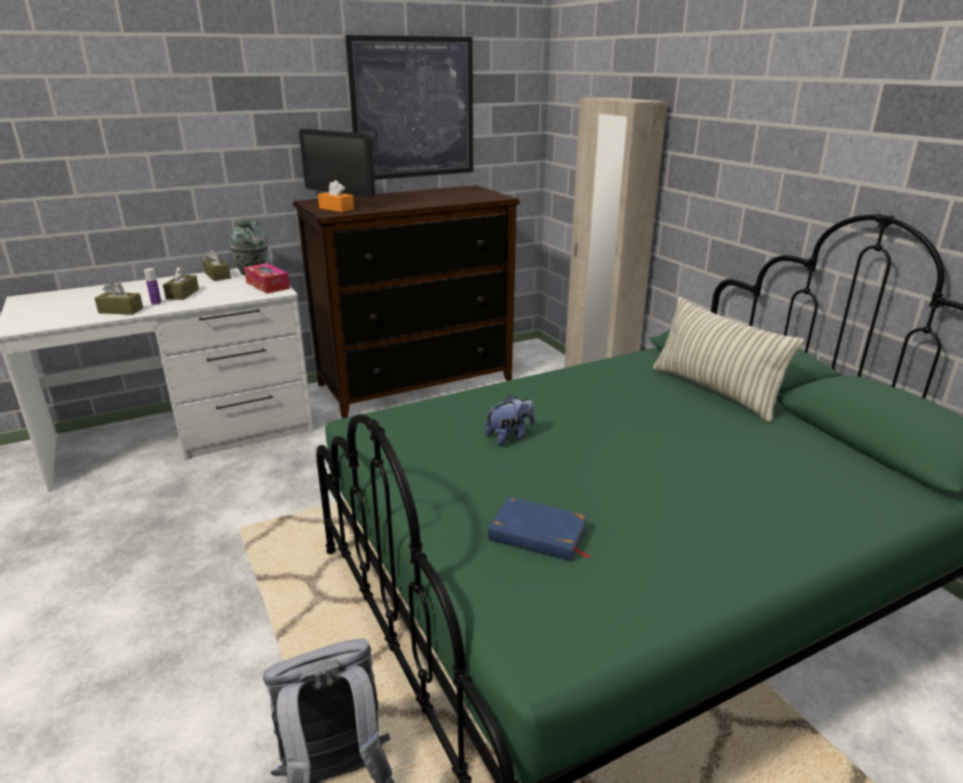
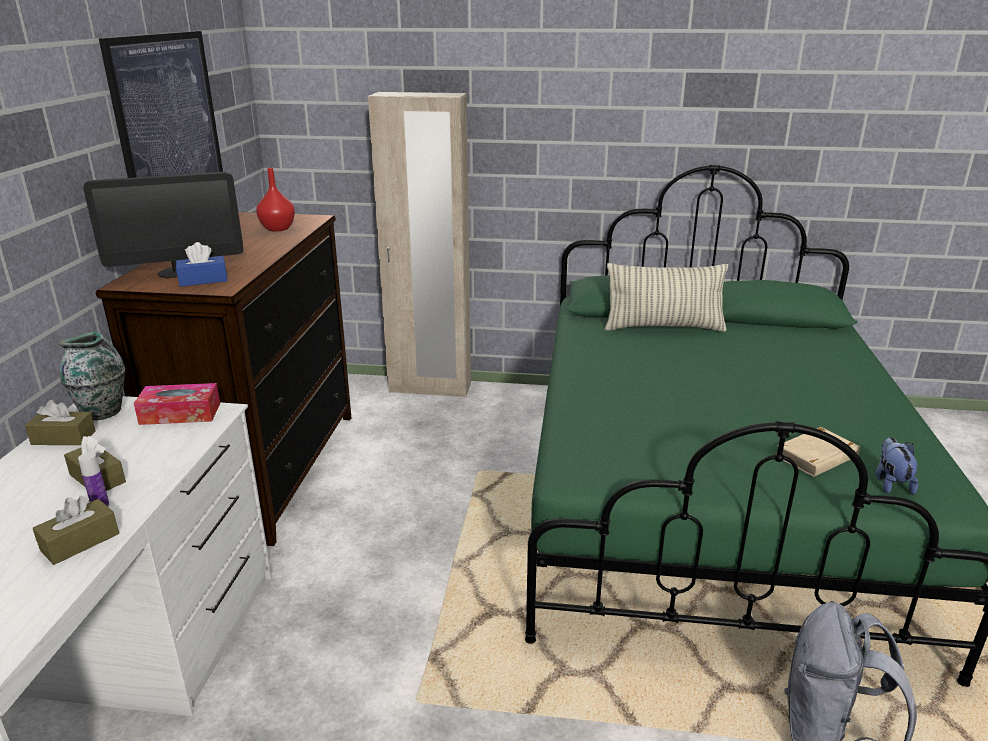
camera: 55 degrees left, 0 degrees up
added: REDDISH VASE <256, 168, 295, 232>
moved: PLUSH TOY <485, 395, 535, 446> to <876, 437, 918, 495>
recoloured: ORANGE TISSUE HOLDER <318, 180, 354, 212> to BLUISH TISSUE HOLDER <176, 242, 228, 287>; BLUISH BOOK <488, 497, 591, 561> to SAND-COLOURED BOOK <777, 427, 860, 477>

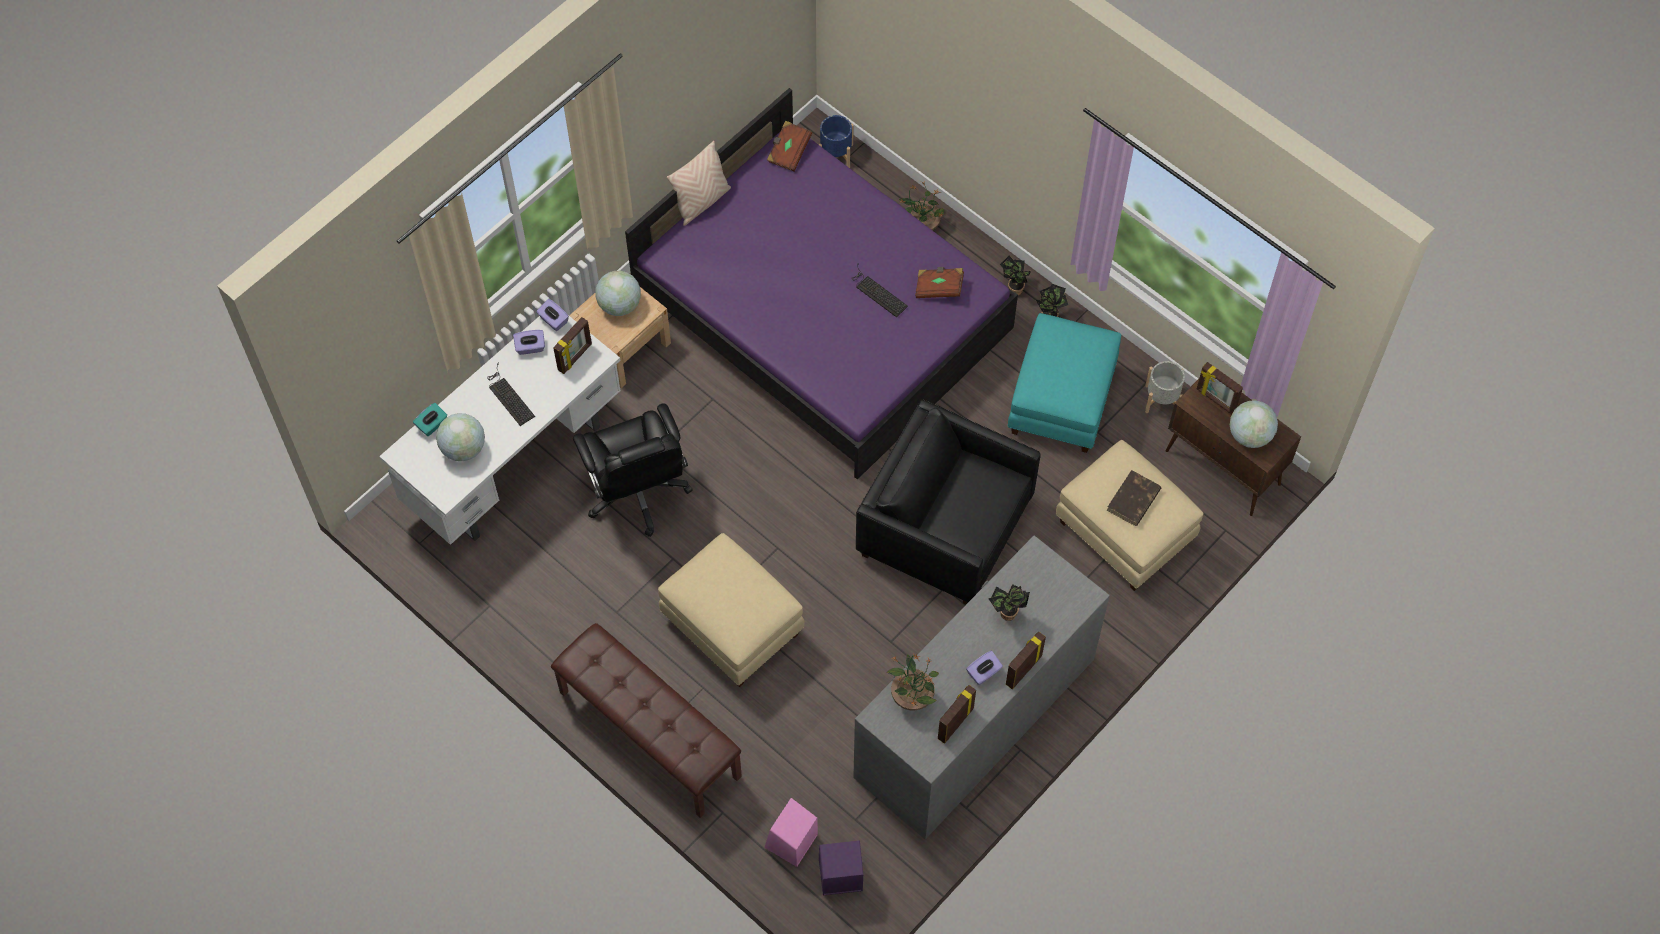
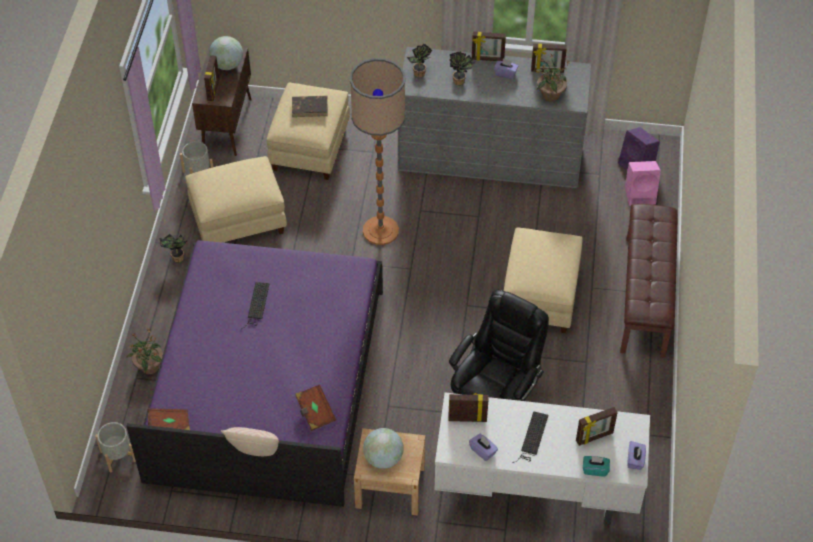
camera: 125 degrees left, 10 degrees down
moved: PURPLISH TISSUE HOLDER <537, 299, 569, 331> to <628, 441, 646, 470>; BROWN-COLOURED BOOK <915, 267, 964, 298> to <296, 385, 336, 431>; PLANT IN A POT <1000, 255, 1031, 295> to <407, 44, 433, 77>
replaced: DESK GLOBE <436, 413, 485, 461> to PHOTO FRAME <576, 407, 618, 446>; BLACK-COLOURED LOUNGE CHAIR <856, 400, 1041, 604> to FLOOR LAMP <350, 58, 406, 245>
recoloured: BLUISH PLANT POT <819, 115, 854, 168> to GREYISH PLANT POT <95, 422, 136, 473>; TURQUOISE OTTOMAN <1007, 313, 1121, 453> to SAND-COLOURED OTTOMAN <185, 156, 287, 243>

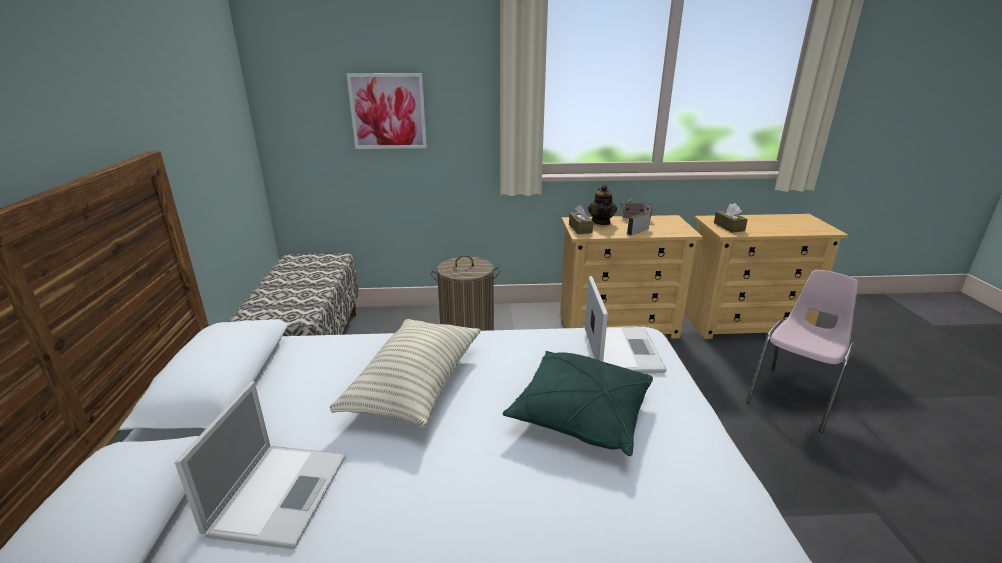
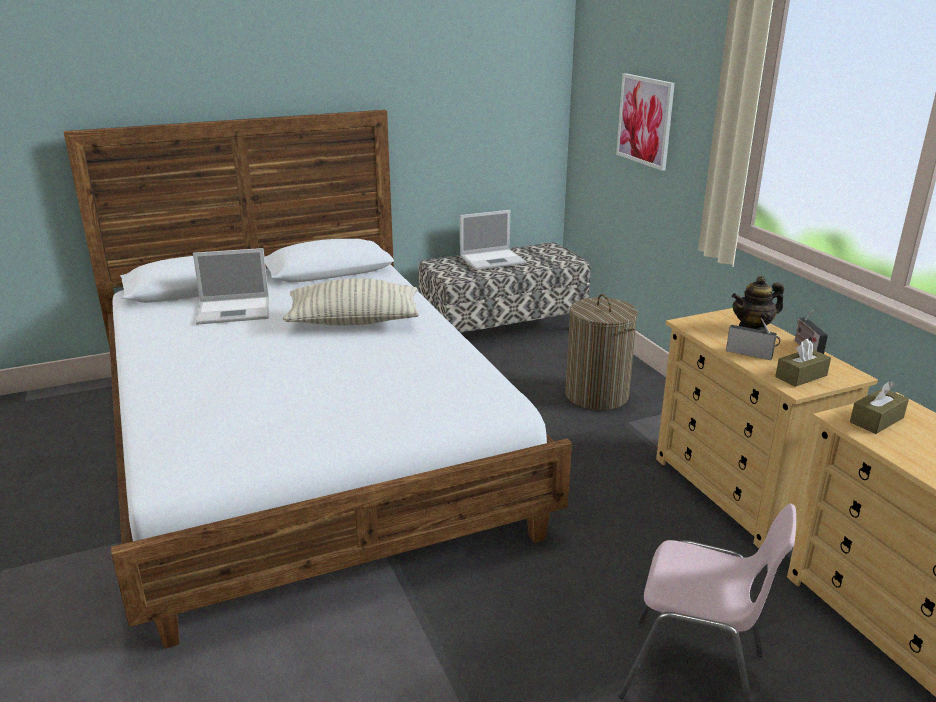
camera: 70 degrees right, 0 degrees up
removed: GREENISH PILLOW <503, 351, 653, 456>
moved: BROWN-COLOURED TISSUE HOLDER <569, 205, 593, 234> to <775, 339, 831, 387>; NOTEBOOK COMPUTER <585, 276, 667, 373> to <460, 210, 526, 270>

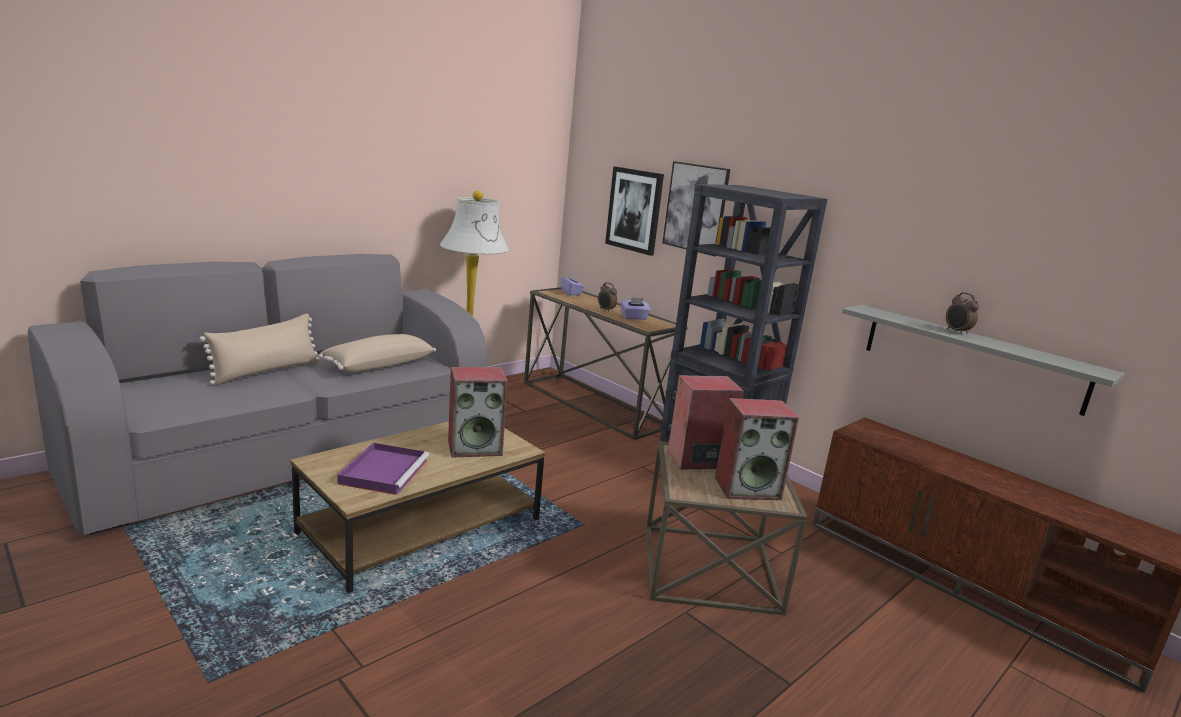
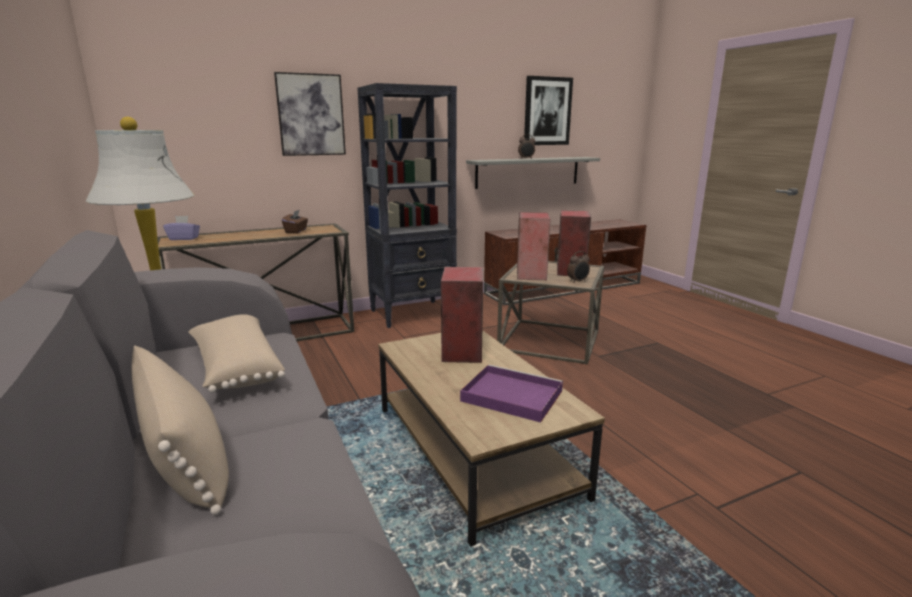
camera: 70 degrees left, 0 degrees up
moved: TABLE CLOCK <598, 282, 617, 312> to <567, 251, 590, 283>; PICTURE <605, 167, 664, 256> to <524, 76, 573, 145>
recoloured: PURPLISH TISSUE HOLDER <621, 297, 651, 320> to BROWN-COLOURED TISSUE HOLDER <282, 210, 308, 233>

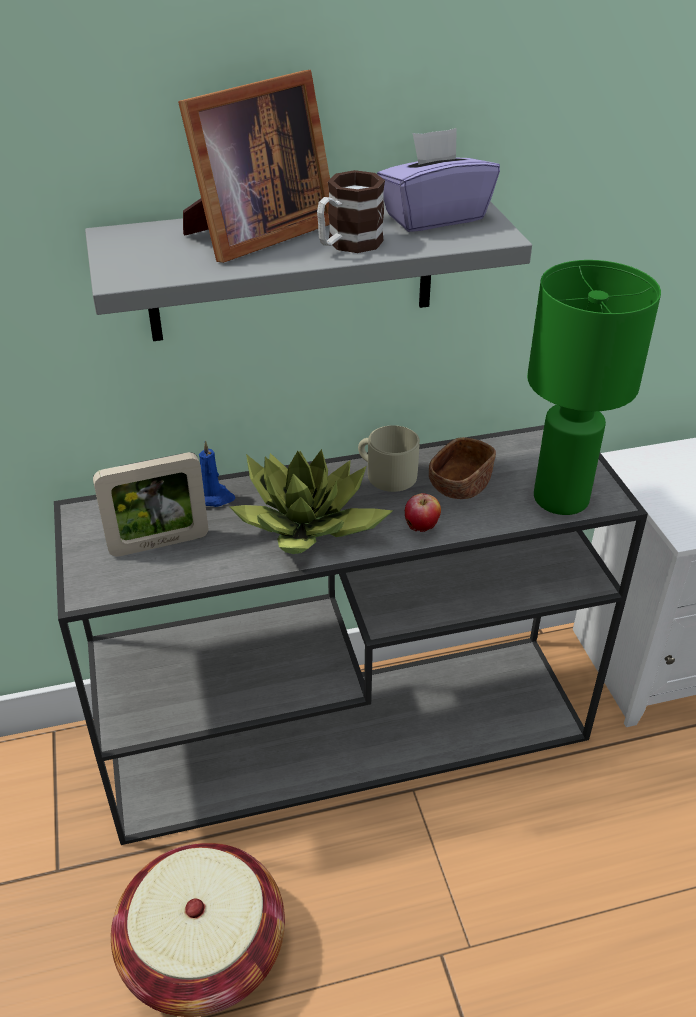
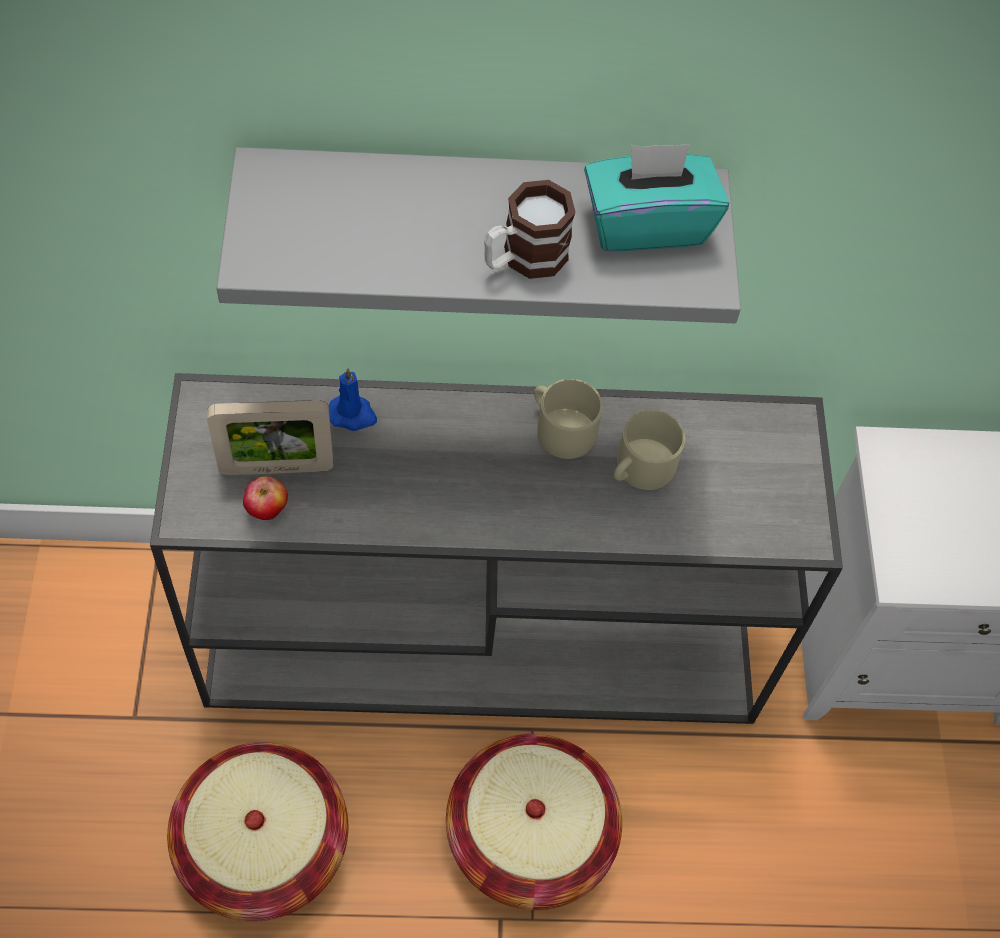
camera: 10 degrees right, 20 degrees up
removed: PHOTO FRAME <178, 70, 330, 263>; PLANT IN A POT <230, 449, 393, 554>; GREENISH TABLE LAMP <527, 260, 661, 515>
added: STORAGE BASKET <446, 734, 622, 910>
moved: APPLE <405, 493, 441, 532> to <243, 476, 288, 520>
replaced: BROWN-COLOURED DEEP DISH <429, 437, 496, 499> to SAND-COLOURED MUG <614, 410, 685, 490>
recoloured: PURPLISH TISSUE HOLDER <377, 128, 500, 232> to TURQUOISE TISSUE HOLDER <584, 144, 729, 252>

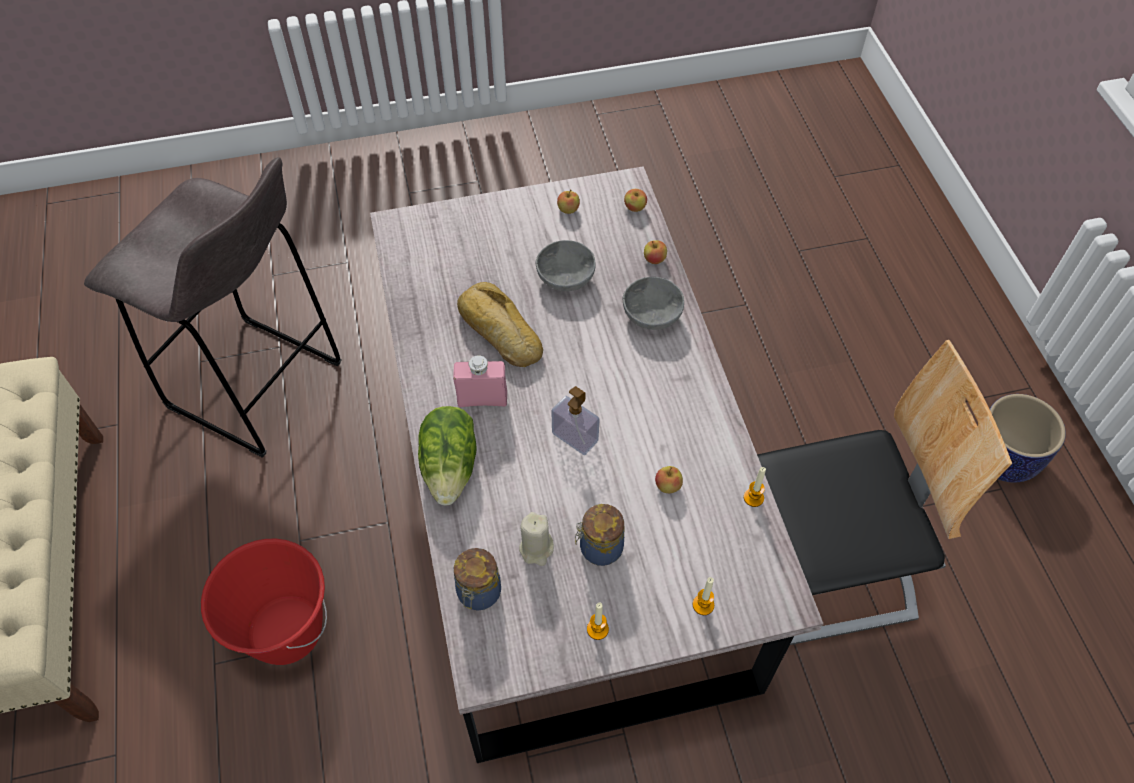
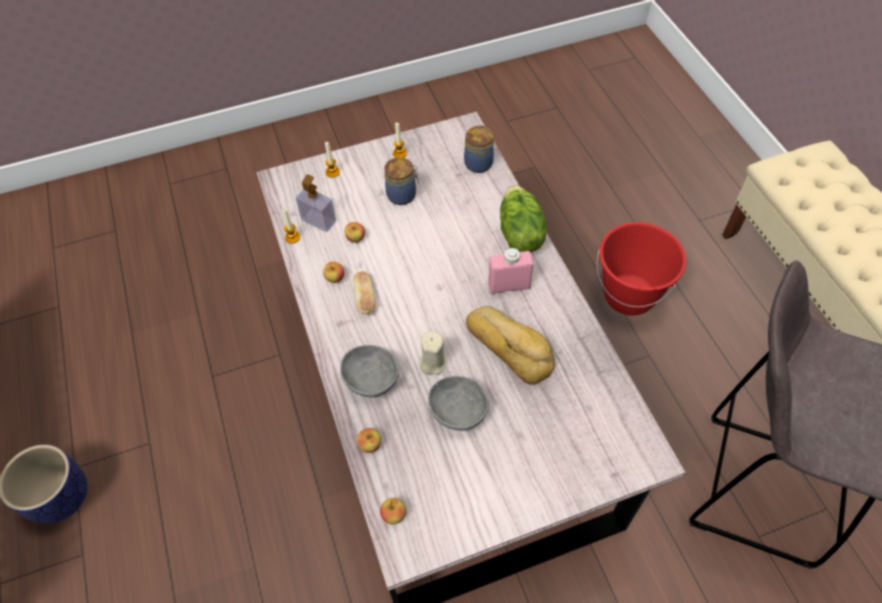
camera: 175 degrees right, 0 degrees up
removed: PLAIN CHAIR <757, 340, 1012, 645>
added: BAKERY BREAD <353, 271, 376, 315>
moved: SAND-COLOURED WAX CANDLE <519, 512, 554, 566> to <419, 331, 447, 375>; SOAP BOTTLE <551, 386, 600, 455> to <296, 174, 336, 232>; APPLE <557, 189, 580, 214> to <323, 262, 344, 283>

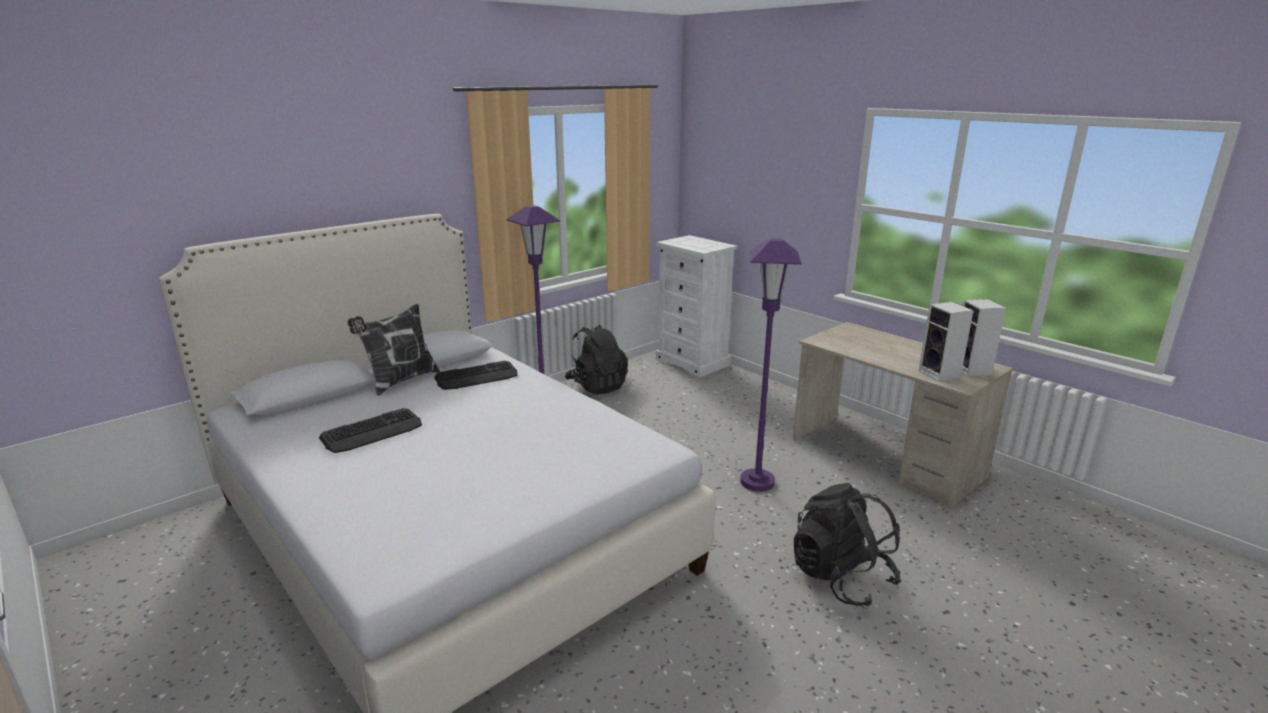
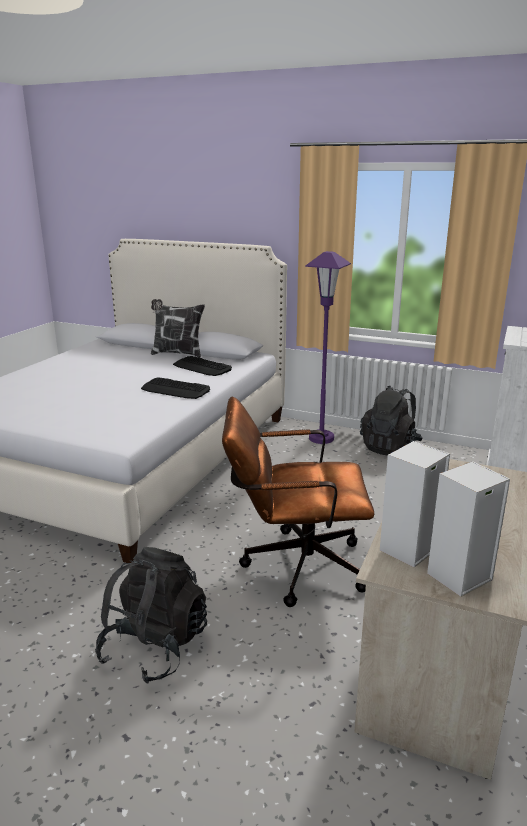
camera: 65 degrees right, 0 degrees up
moved: COMPUTER KEYBOARD <319, 408, 422, 453> to <141, 377, 210, 399>
replaced: PURPLISH FLOOR LAMP <740, 238, 801, 492> to BROWN-COLOURED OFFICE CHAIR <222, 397, 374, 607>

